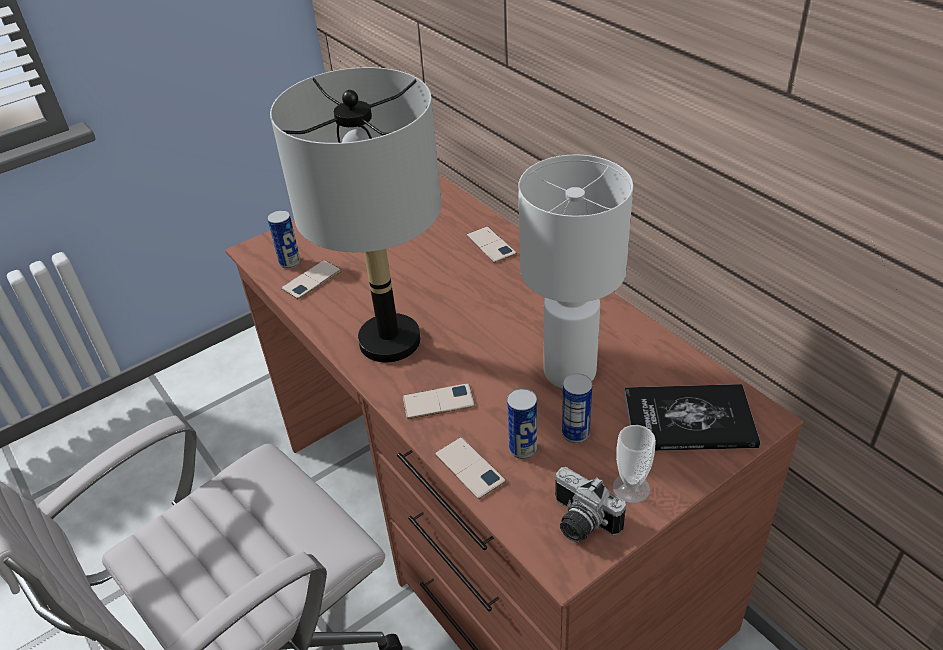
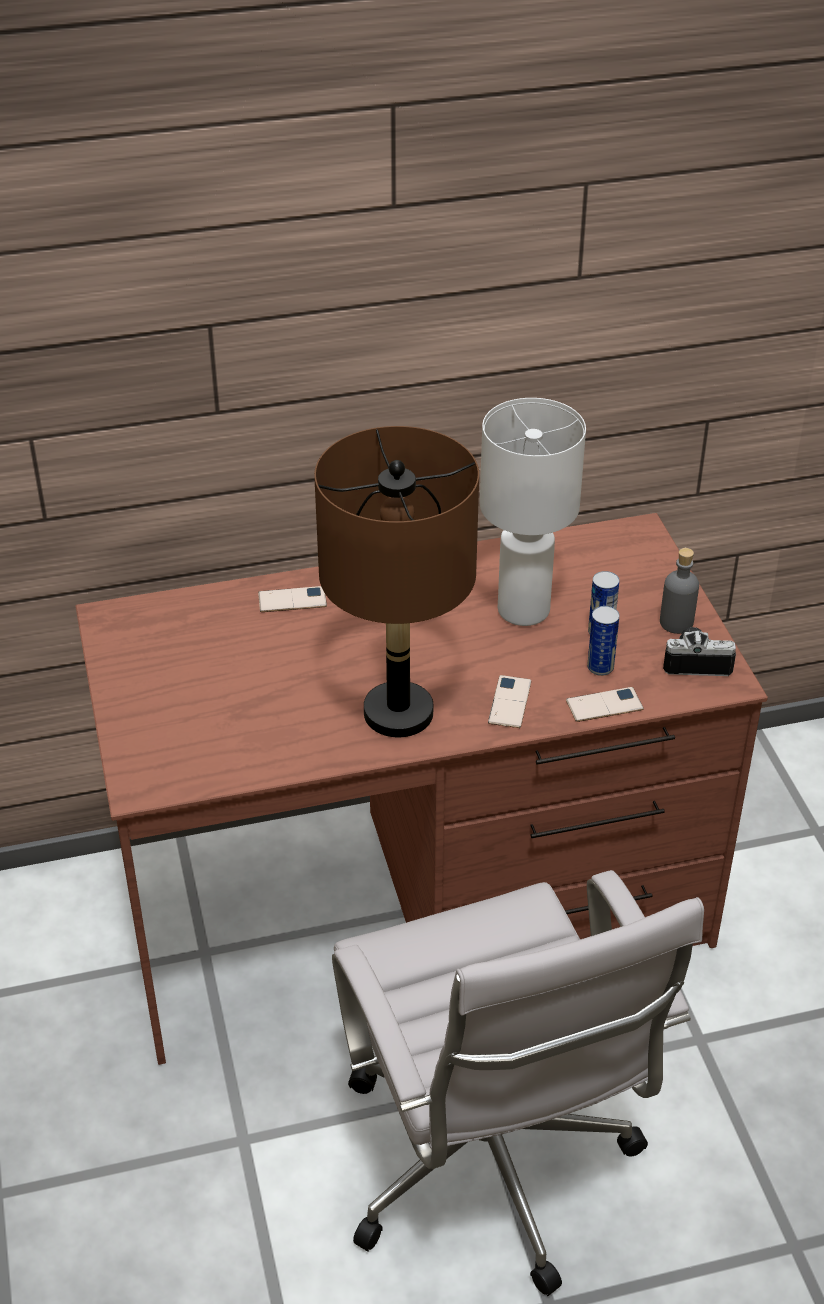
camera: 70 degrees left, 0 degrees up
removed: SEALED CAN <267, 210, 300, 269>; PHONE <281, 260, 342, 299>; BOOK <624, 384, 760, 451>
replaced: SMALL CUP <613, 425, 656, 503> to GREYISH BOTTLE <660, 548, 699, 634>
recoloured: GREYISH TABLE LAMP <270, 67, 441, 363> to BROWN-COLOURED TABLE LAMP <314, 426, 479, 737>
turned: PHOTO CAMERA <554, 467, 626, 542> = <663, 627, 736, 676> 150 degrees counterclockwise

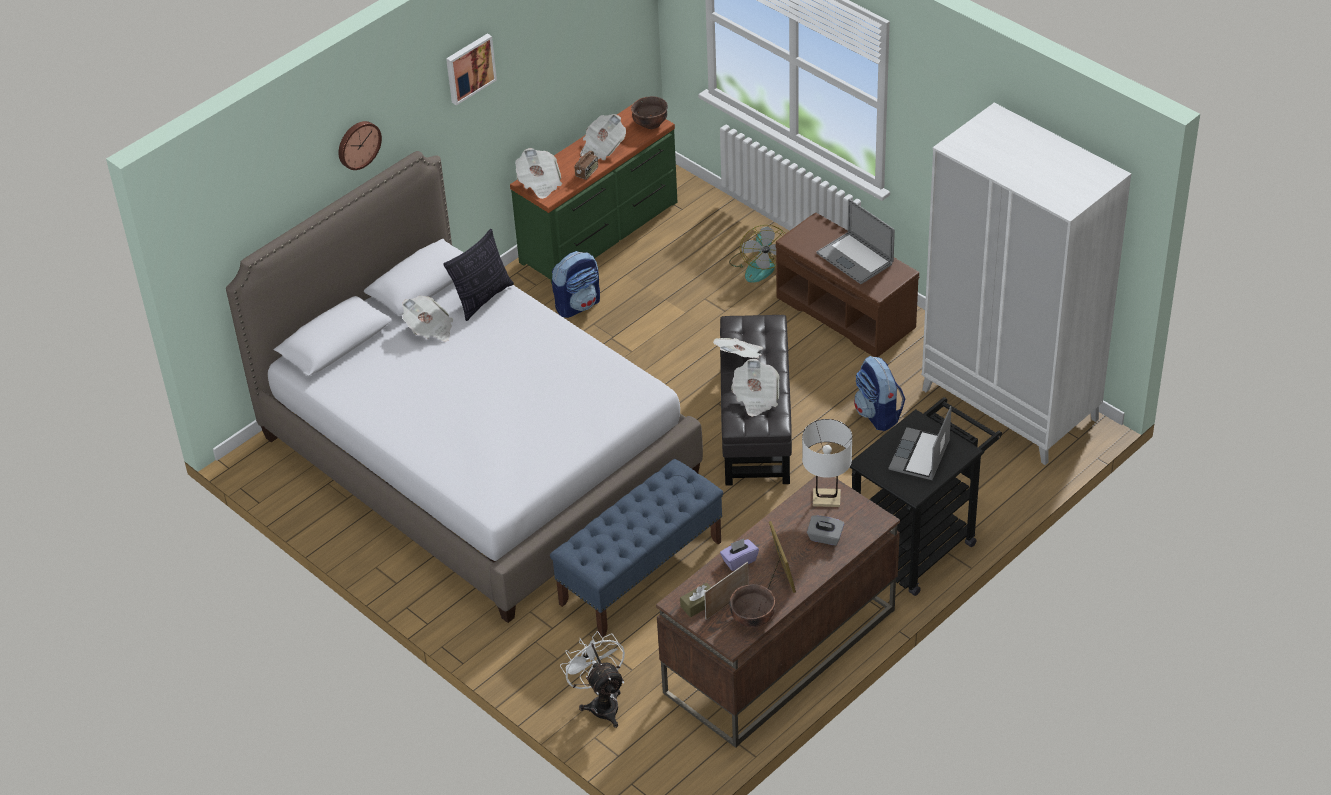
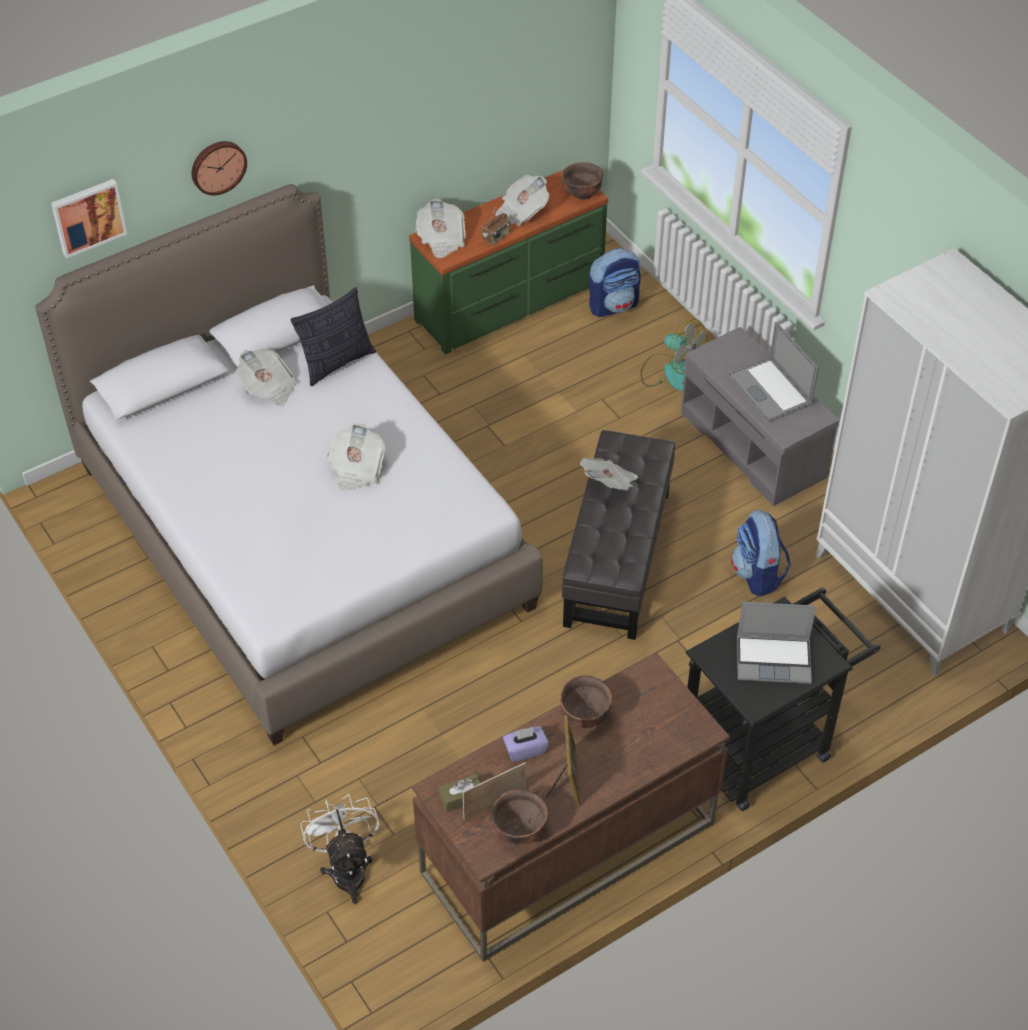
camera: 10 degrees right, 5 degrees up
removed: BLUISH INDOOR BENCH <550, 459, 723, 637>; WHITISH TABLE LAMP <802, 419, 852, 507>; GREYISH TISSUE HOLDER <807, 515, 844, 545>
added: BROWN-COLOURED DEEP DISH <560, 675, 612, 728>
moved: PICTURE <446, 34, 497, 105> to <51, 179, 127, 258>; RUCKSACK <552, 251, 600, 318> to <589, 248, 641, 317>; NEWSPAPER <731, 359, 780, 417> to <327, 423, 386, 491>
recoloured: BROWN-COLOURED INDOOR BENCH <775, 213, 919, 357> to GREYISH INDOOR BENCH <681, 327, 839, 506>
turned: COOLING FAN <729, 225, 786, 283> = <641, 319, 708, 391> 60 degrees counterclockwise; NOTEBOOK COMPUTER <889, 406, 952, 480> = <737, 602, 816, 684> 120 degrees counterclockwise

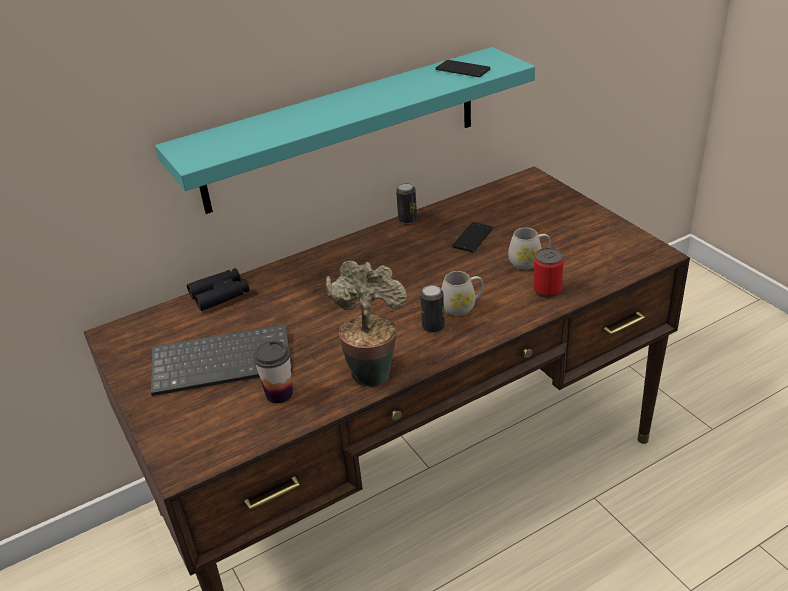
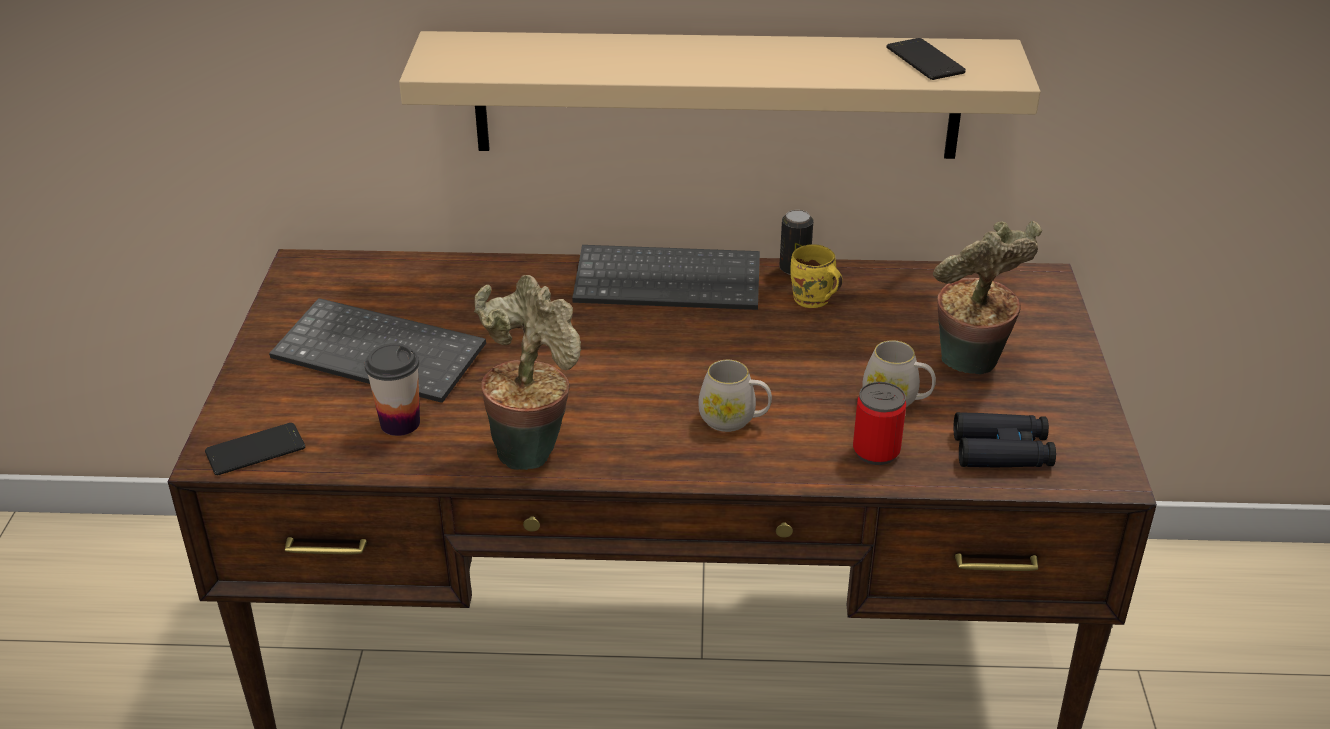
camera: 30 degrees right, 0 degrees up
removed: SEALED CAN <420, 285, 445, 333>
added: COMPUTER KEYBOARD <572, 245, 760, 310>; YELLOWISH MUG <790, 244, 843, 308>; PLANT IN A POT <933, 221, 1042, 375>
moved: BLACK-COLOURED FIELD GLASSES <187, 268, 249, 311> to <953, 412, 1056, 467>; PHONE <452, 222, 493, 252> to <205, 423, 305, 475>
recoloured: TURQUOISE WALL SHELF <155, 47, 535, 214> to SAND-COLOURED WALL SHELF <399, 31, 1040, 159>

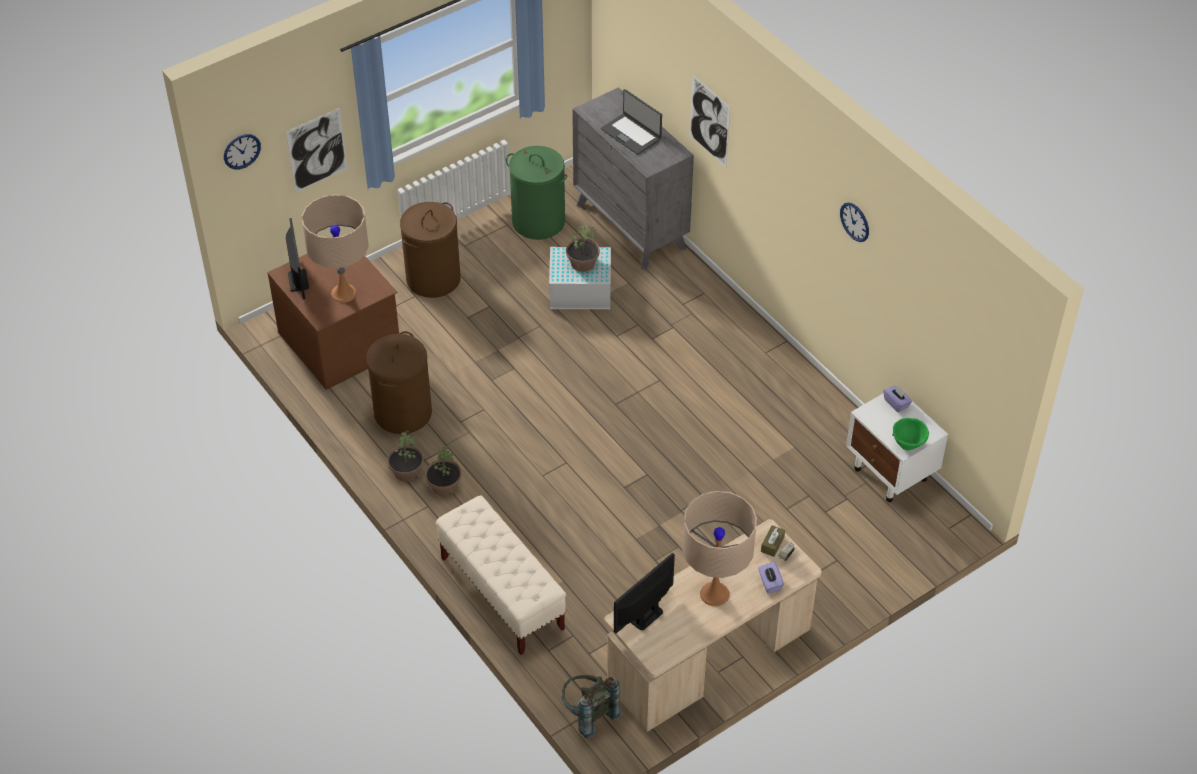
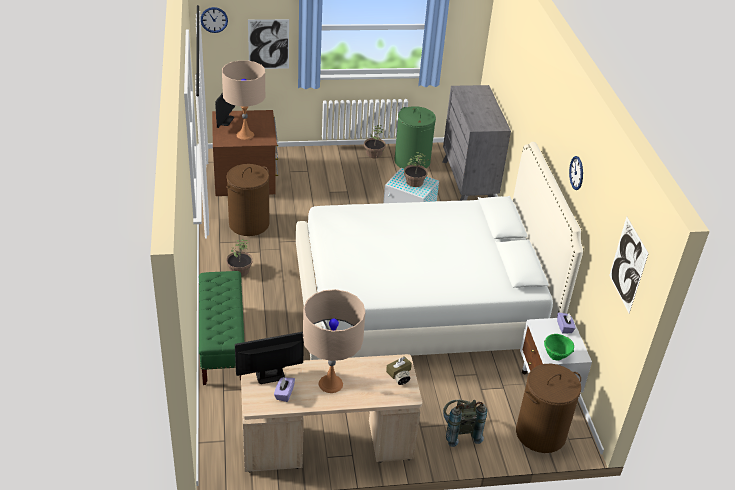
camera: 25 degrees right, 10 degrees down
removed: NOTEBOOK COMPUTER <601, 89, 662, 155>
added: WHITISH BED <296, 142, 583, 360>
moved: PLANT IN A POT <387, 430, 424, 482> to <364, 125, 386, 158>; BROWN-COLOURED HAMPER <400, 202, 461, 298> to <516, 364, 581, 453>; GREYISH RUCKSACK <561, 674, 622, 739> to <443, 400, 487, 447>; PICTURE <690, 74, 730, 168> to <609, 216, 649, 313>; PURPLISH TISSUE HOLDER <758, 562, 784, 593> to <274, 377, 295, 402>
recoloured: SAND-COLOURED INDOOR BENCH <436, 496, 566, 655> to GREENISH INDOOR BENCH <199, 271, 245, 385>

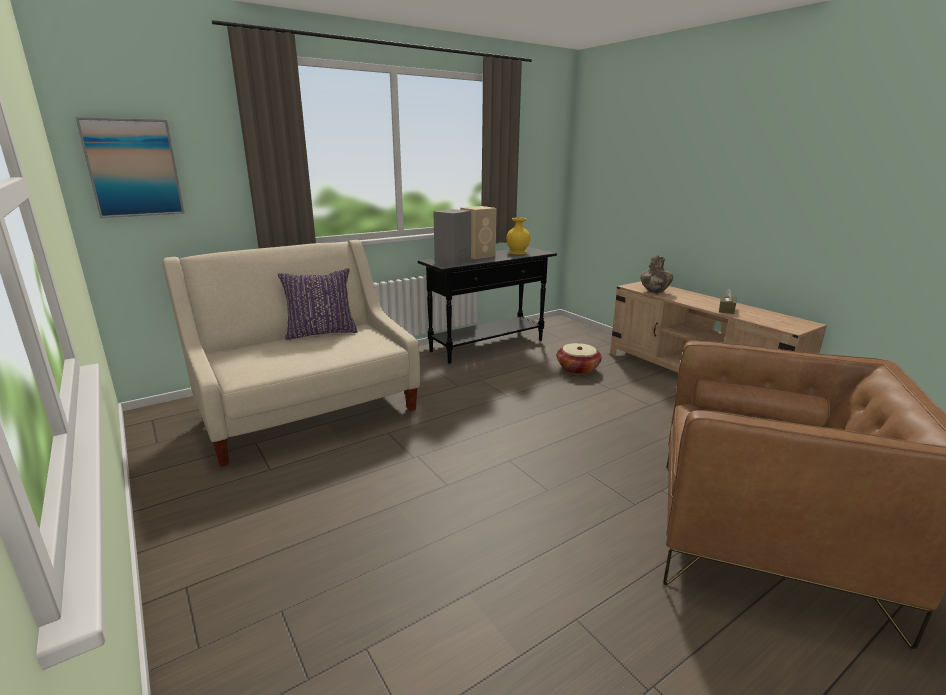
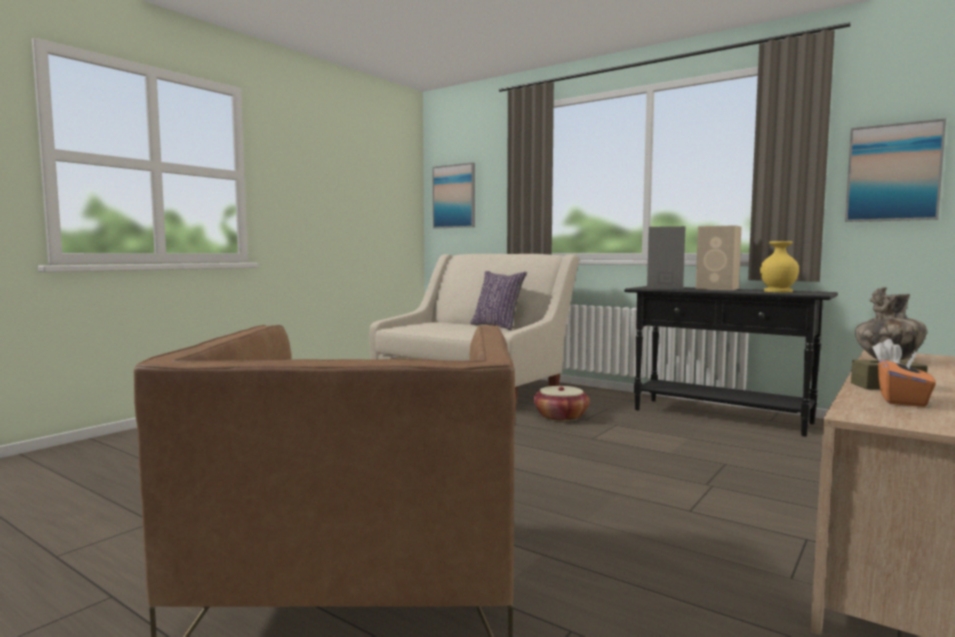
camera: 70 degrees right, 15 degrees down
added: PICTURE <845, 118, 946, 222>; ORANGE TISSUE HOLDER <878, 351, 936, 407>
moved: STORAGE BASKET <557, 343, 602, 375> to <534, 386, 590, 421>

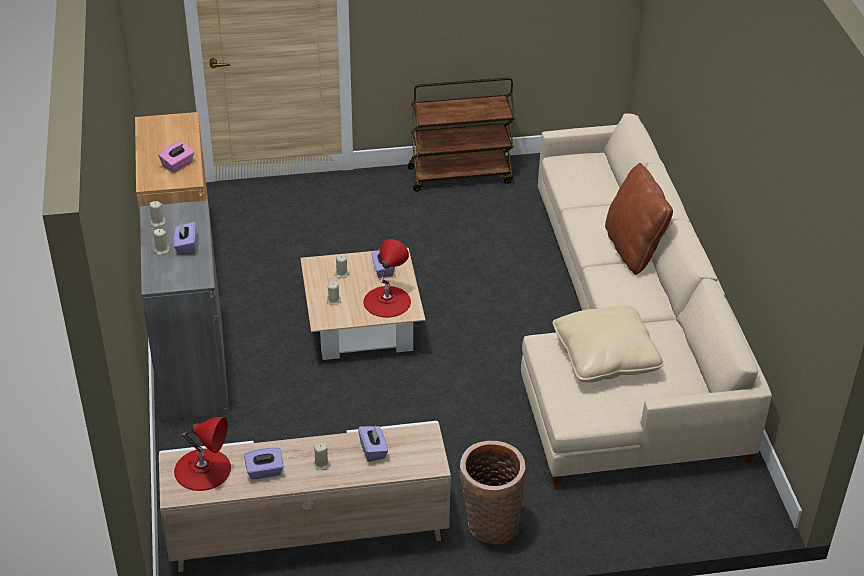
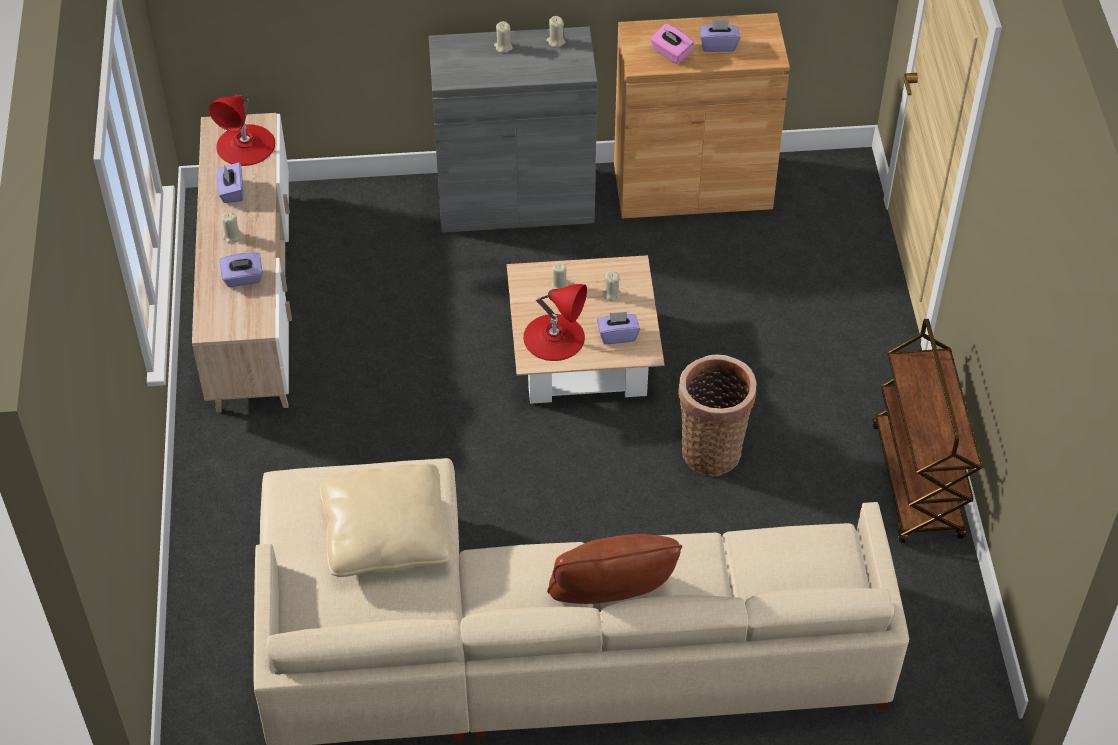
camera: 95 degrees right, 10 degrees up
moved: PURPLISH TISSUE HOLDER <174, 222, 196, 255> to <700, 19, 740, 52>; STORAGE BASKET <459, 441, 526, 544> to <678, 354, 757, 476>

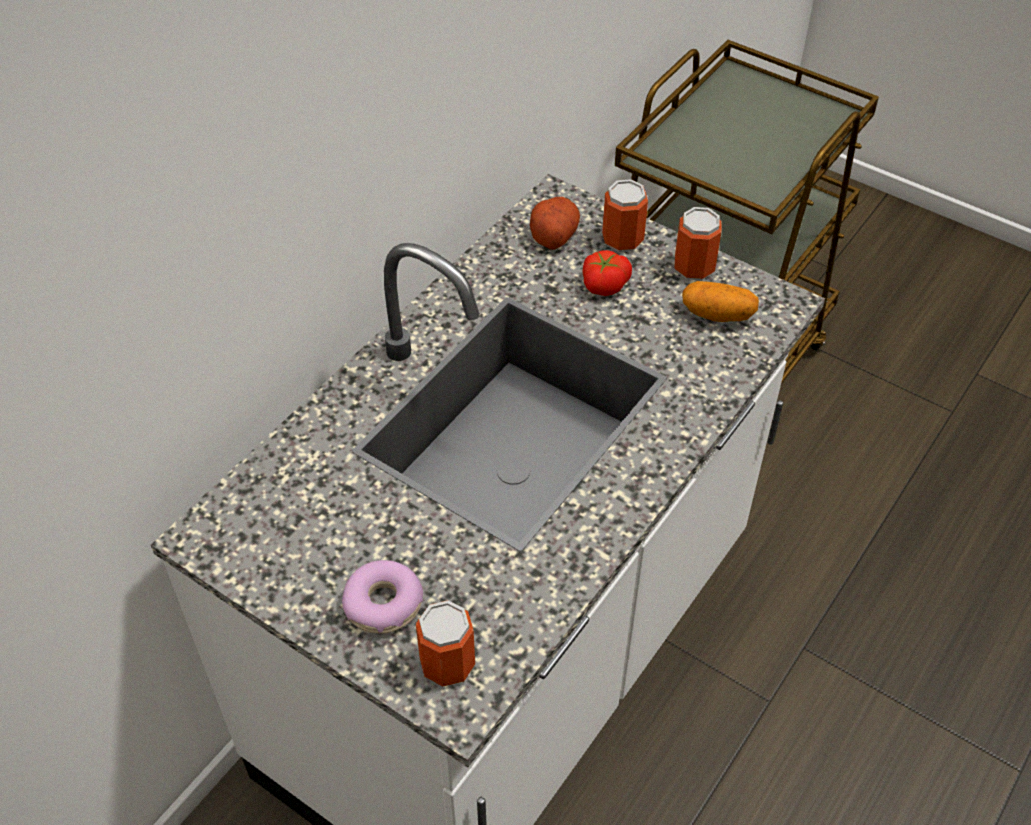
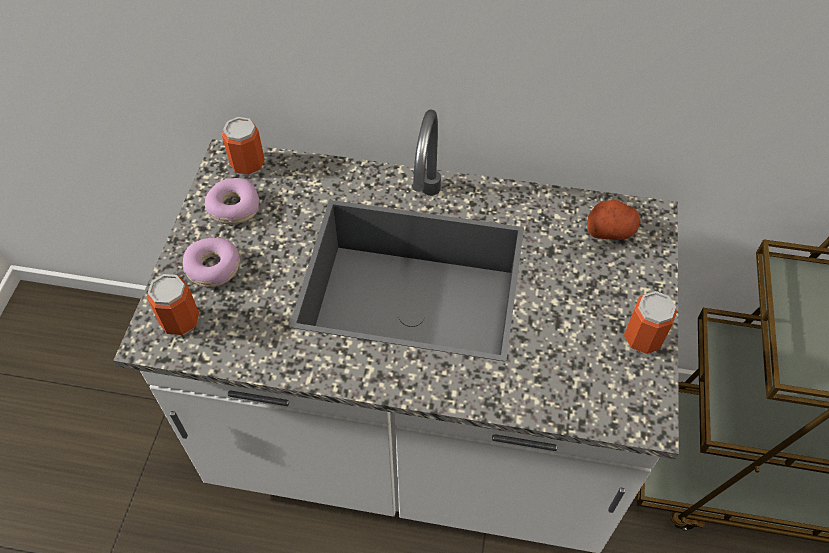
camera: 65 degrees right, 5 degrees up
removed: WHOLE TOMATO <582, 250, 632, 296>; SPUD <682, 281, 759, 322>
added: RING DOUGHNUT <205, 178, 260, 224>
moved: SEALED CAN <602, 179, 648, 252> to <222, 117, 265, 176>

